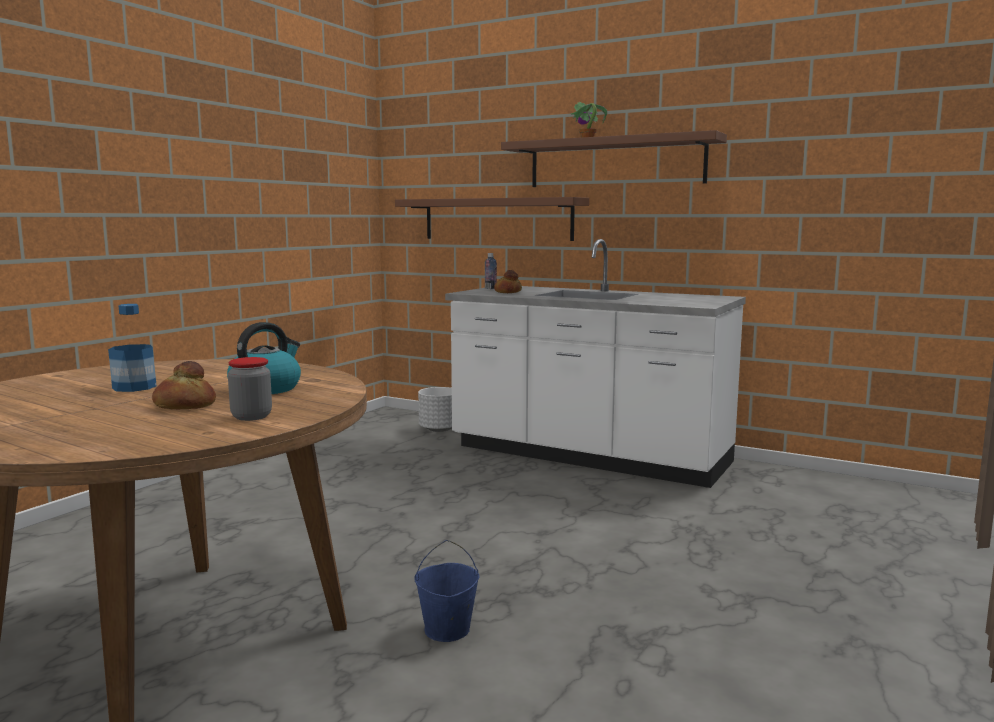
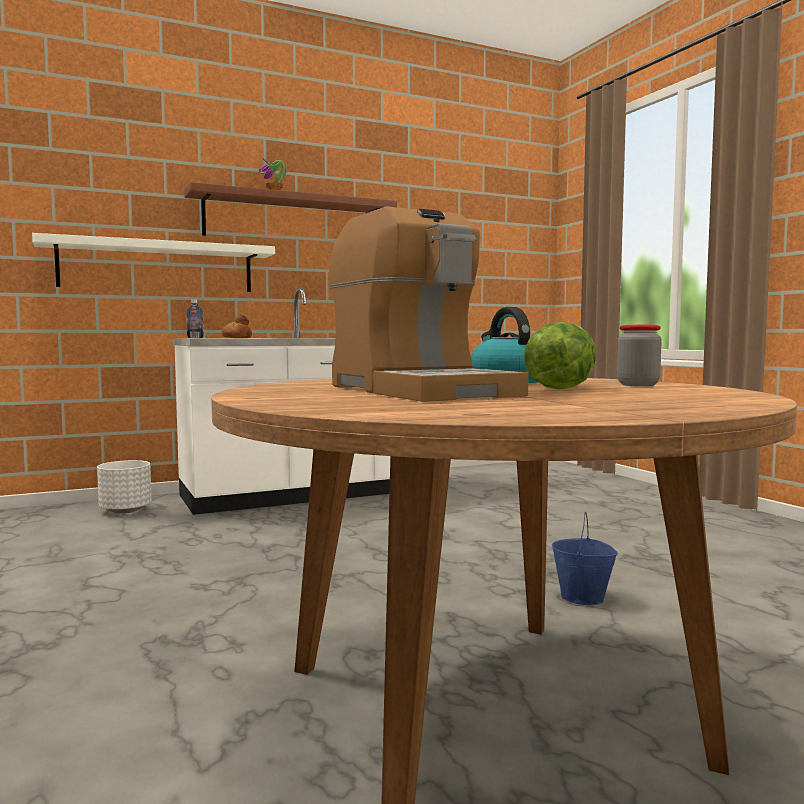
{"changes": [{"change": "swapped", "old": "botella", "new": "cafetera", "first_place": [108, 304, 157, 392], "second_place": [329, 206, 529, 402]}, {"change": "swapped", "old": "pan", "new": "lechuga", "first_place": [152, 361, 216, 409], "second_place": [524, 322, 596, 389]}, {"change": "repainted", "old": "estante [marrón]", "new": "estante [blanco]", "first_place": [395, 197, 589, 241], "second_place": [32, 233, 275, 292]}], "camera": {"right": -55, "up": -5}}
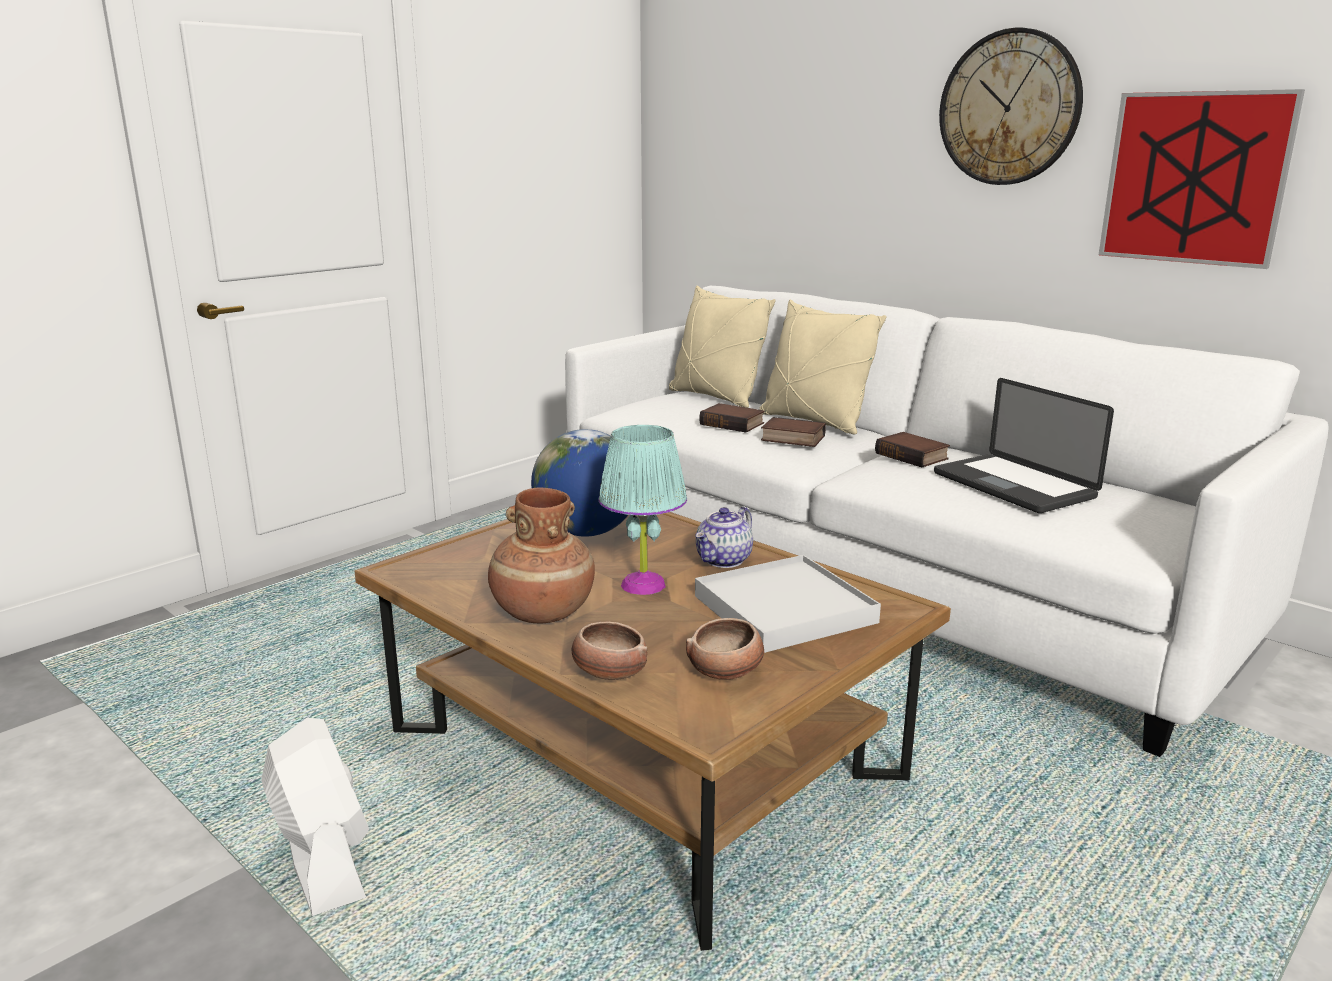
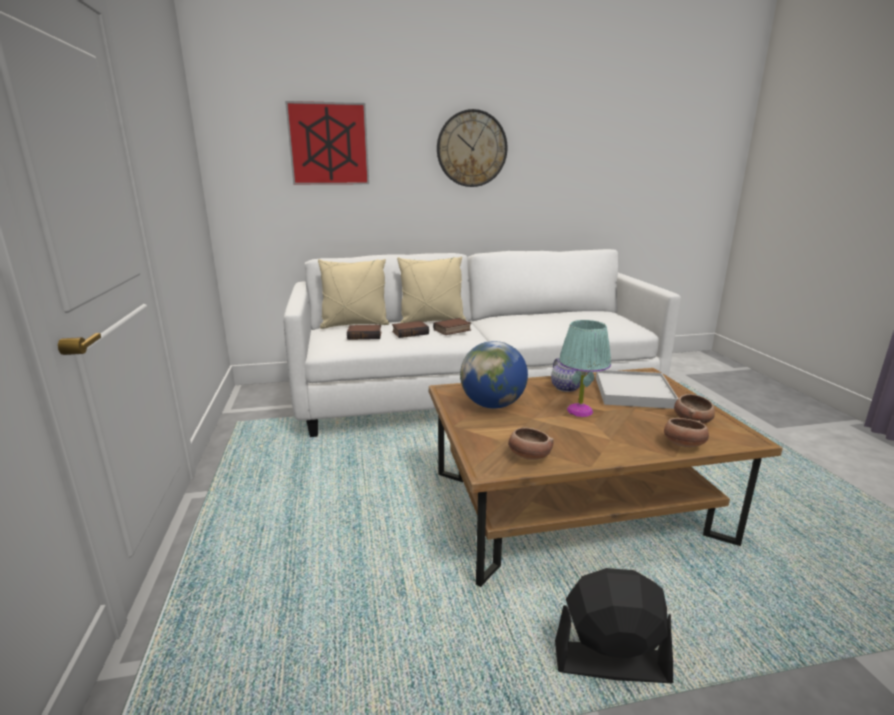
{"changes": [{"change": "gone", "old": "florero [marrón]", "first_place": [488, 488, 595, 623]}, {"change": "gone", "old": "portátil", "first_place": [934, 378, 1114, 513]}, {"change": "new", "new": "cuenco", "second_place": [508, 427, 554, 460]}, {"change": "shifted", "old": "libro", "first_place": [875, 432, 950, 467], "second_place": [347, 325, 381, 340]}, {"change": "shifted", "old": "cuadro", "first_place": [1099, 89, 1305, 269], "second_place": [285, 101, 369, 185]}, {"change": "repainted", "old": "ventilador [blanco]", "new": "ventilador [negro]", "first_place": [261, 717, 369, 916], "second_place": [555, 568, 673, 683]}], "camera": {"right": -55, "up": 0}}
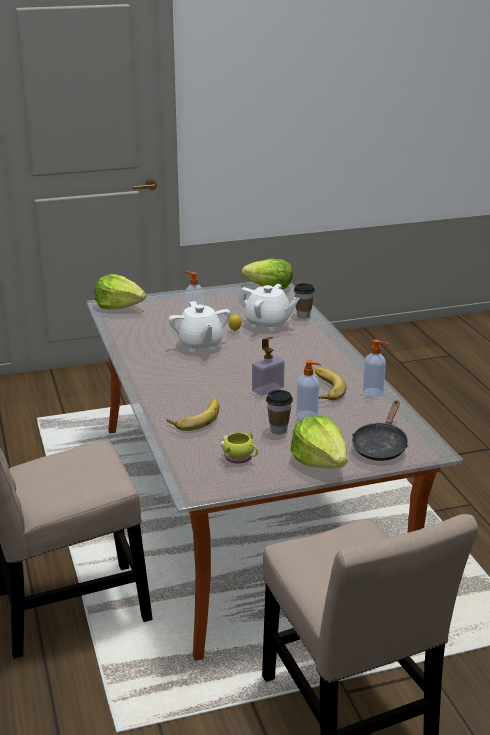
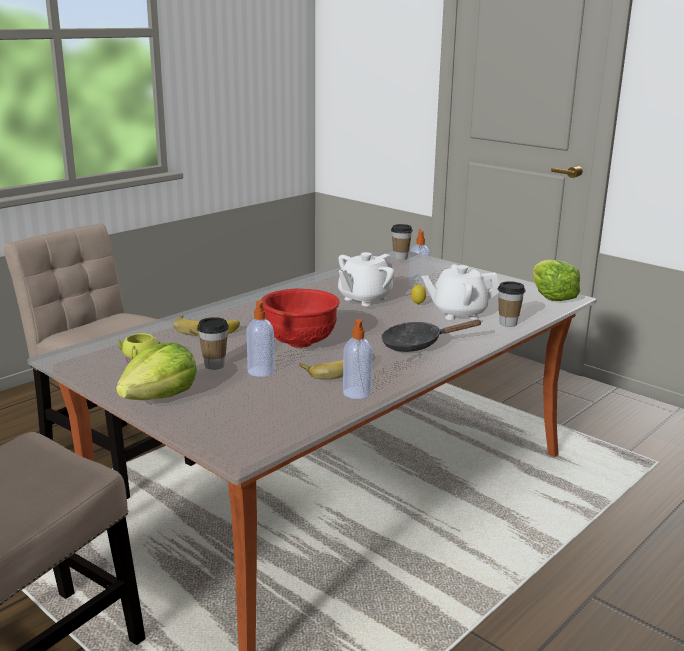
{"changes": [{"change": "shifted", "old": "sartén [negro]", "first_place": [352, 400, 408, 461], "second_place": [381, 320, 482, 352]}, {"change": "swapped", "old": "lechuga", "new": "taza", "first_place": [95, 274, 146, 310], "second_place": [391, 224, 413, 260]}, {"change": "swapped", "old": "dispensador de jabón", "new": "cuenco [rojo]", "first_place": [252, 337, 285, 396], "second_place": [261, 289, 340, 348]}, {"change": "rotated", "old": "tetera [blanco]", "first_place": [238, 284, 299, 331], "second_place": [422, 264, 499, 320], "degrees": 90}], "camera": {"right": 60, "up": -5}}
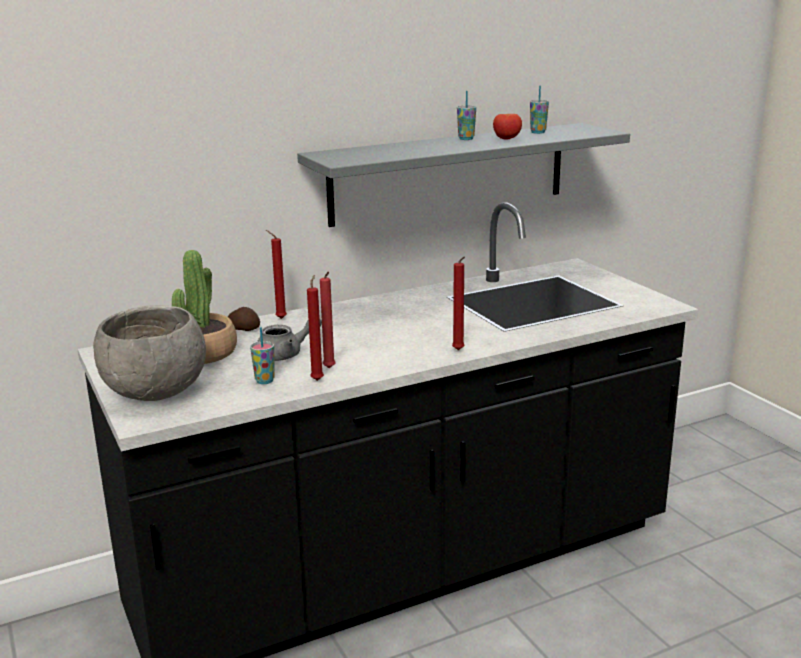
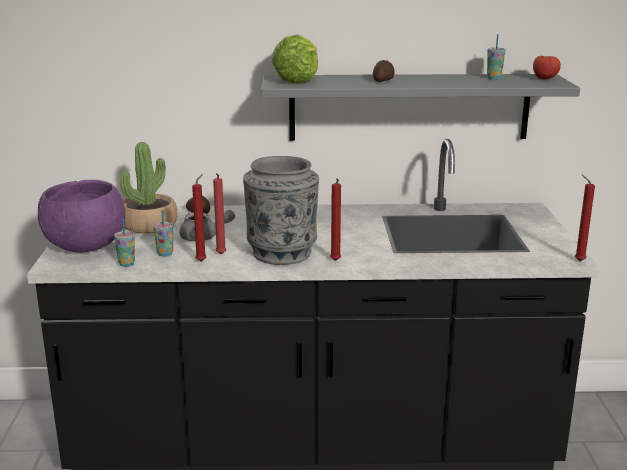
{"changes": [{"change": "new", "new": "florero [gris]", "second_place": [243, 156, 319, 265]}, {"change": "new", "new": "lechuga", "second_place": [272, 34, 318, 83]}, {"change": "new", "new": "patata", "second_place": [373, 60, 395, 82]}, {"change": "shifted", "old": "vela [rojo]", "first_place": [266, 230, 287, 319], "second_place": [575, 175, 595, 261]}, {"change": "shifted", "old": "taza", "first_place": [457, 91, 476, 140], "second_place": [114, 219, 135, 267]}, {"change": "shifted", "old": "tomate", "first_place": [493, 114, 522, 140], "second_place": [533, 56, 561, 80]}, {"change": "repainted", "old": "cuenco [gris]", "new": "cuenco [morado]", "first_place": [93, 305, 206, 401], "second_place": [38, 180, 125, 253]}], "camera": {"right": 25, "up": 0}}
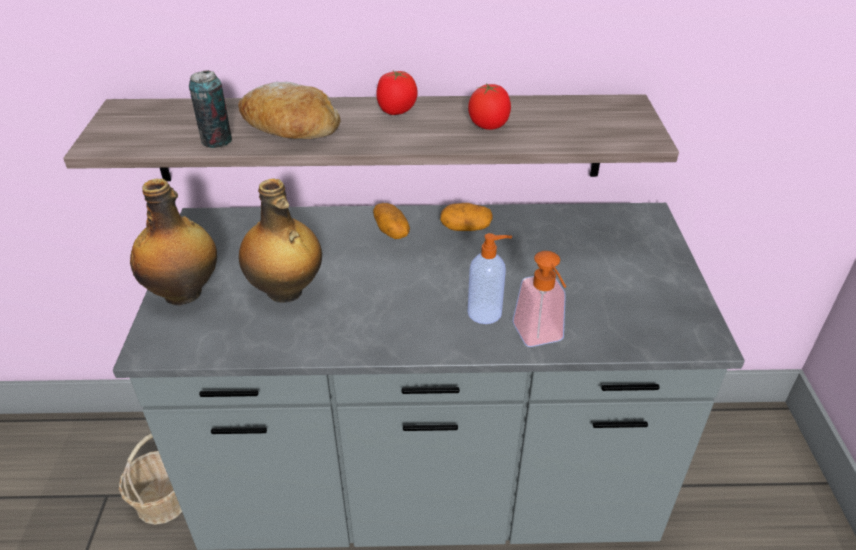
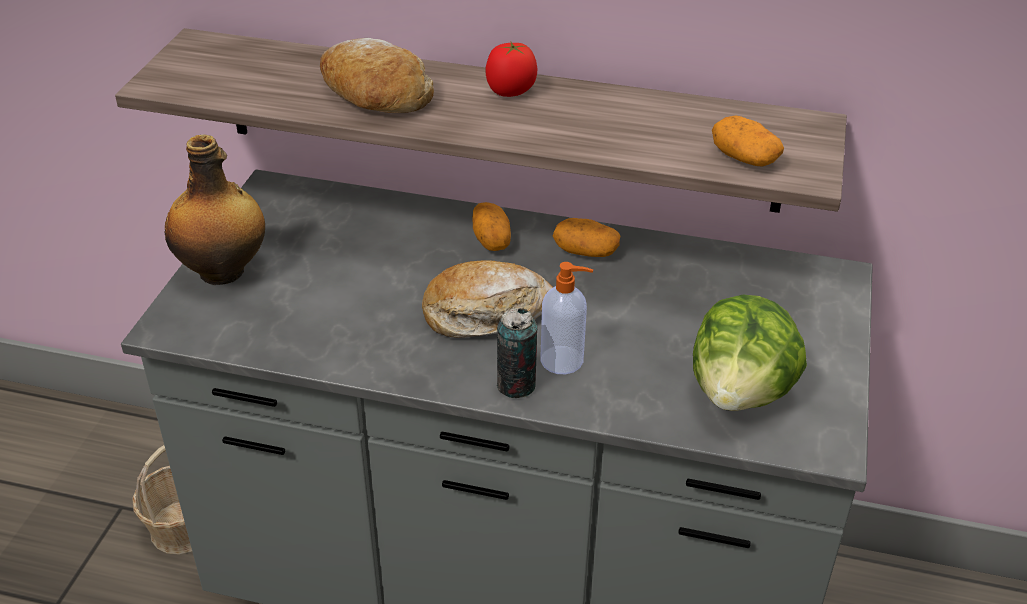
{"changes": [{"change": "gone", "old": "botella", "first_place": [239, 178, 322, 303]}, {"change": "gone", "old": "tomate", "first_place": [468, 83, 511, 130]}, {"change": "gone", "old": "dispensador de jabón", "first_place": [513, 251, 566, 347]}, {"change": "new", "new": "pan", "second_place": [422, 260, 553, 338]}, {"change": "new", "new": "lechuga", "second_place": [693, 294, 807, 411]}, {"change": "new", "new": "patata", "second_place": [712, 115, 784, 167]}, {"change": "shifted", "old": "lata", "first_place": [189, 70, 232, 148], "second_place": [497, 308, 537, 398]}], "camera": {"right": 15, "up": 0}}
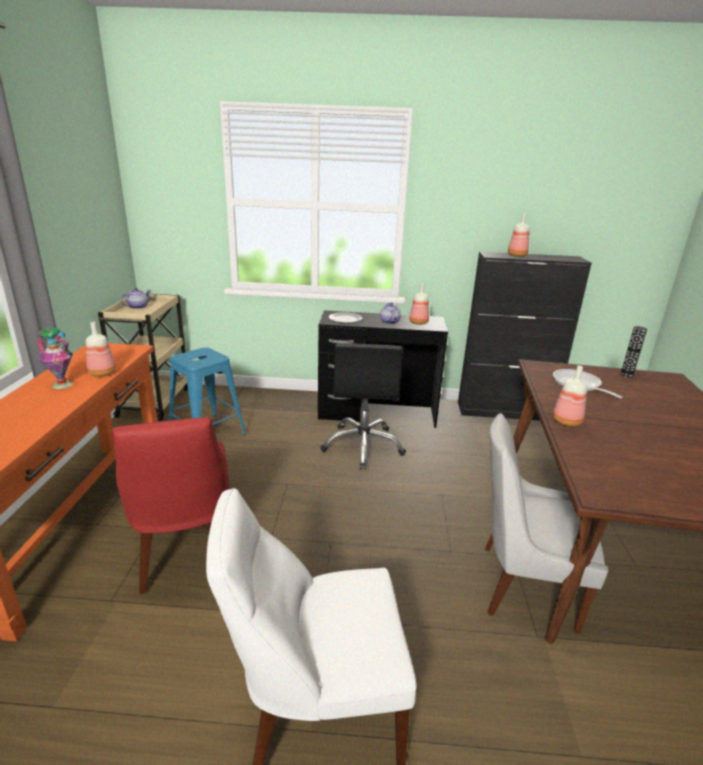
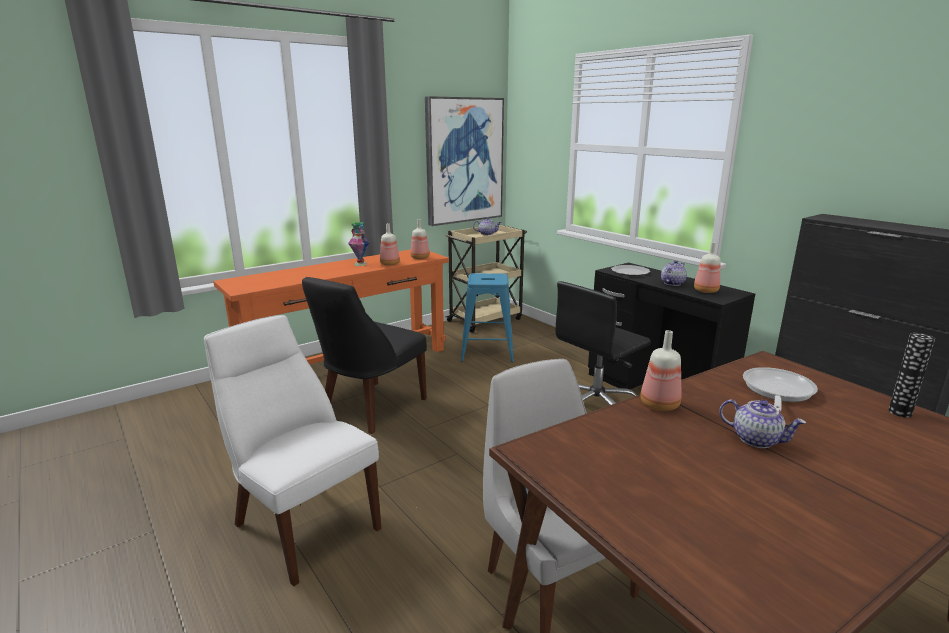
{"changes": [{"change": "new", "new": "cuadro", "second_place": [425, 96, 504, 226]}, {"change": "new", "new": "tetera", "second_place": [719, 399, 806, 448]}, {"change": "shifted", "old": "botella", "first_place": [508, 213, 530, 257], "second_place": [411, 219, 430, 259]}, {"change": "repainted", "old": "silla [rojo]", "new": "silla [negro]", "first_place": [112, 417, 230, 594], "second_place": [302, 277, 427, 434]}], "camera": {"right": 50, "up": -5}}
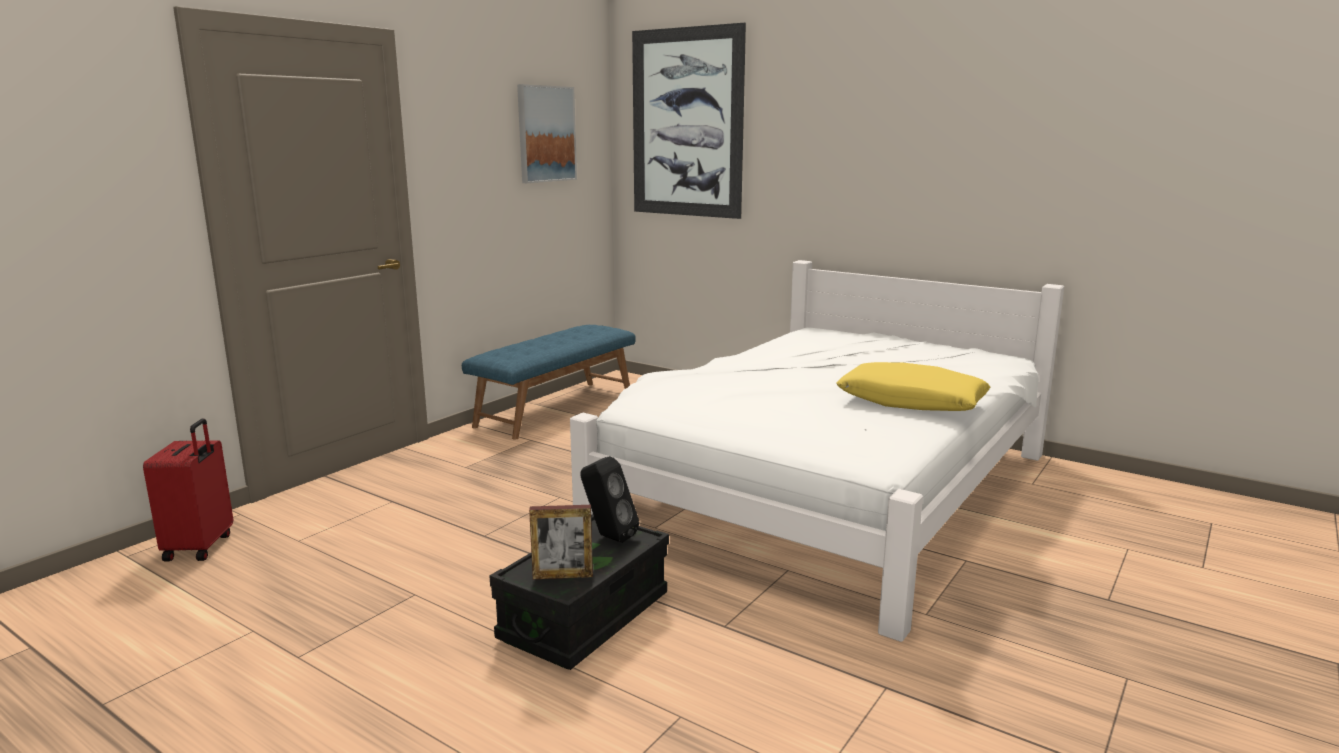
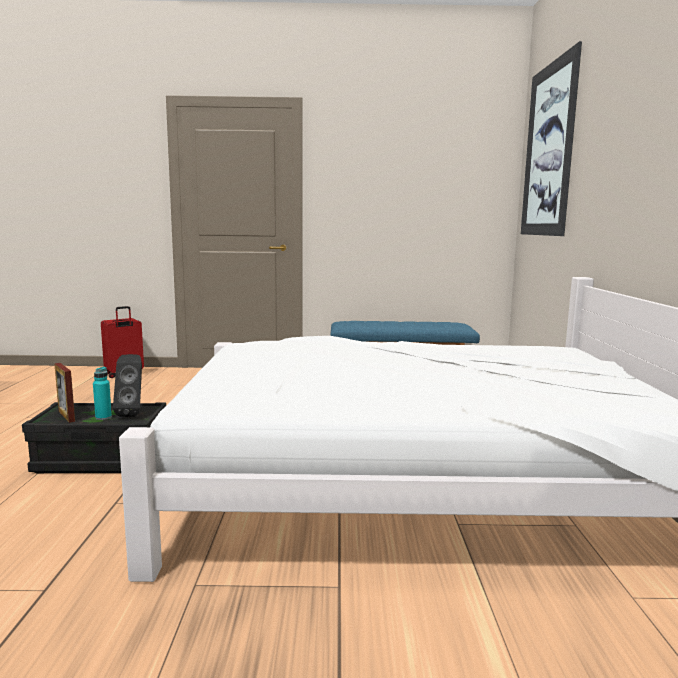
{"changes": [{"change": "gone", "old": "cuadro", "first_place": [517, 84, 577, 183]}, {"change": "gone", "old": "cojín [amarillo]", "first_place": [836, 362, 990, 411]}, {"change": "new", "new": "botella [turquesa]", "second_place": [93, 367, 112, 420]}], "camera": {"right": 55, "up": -5}}
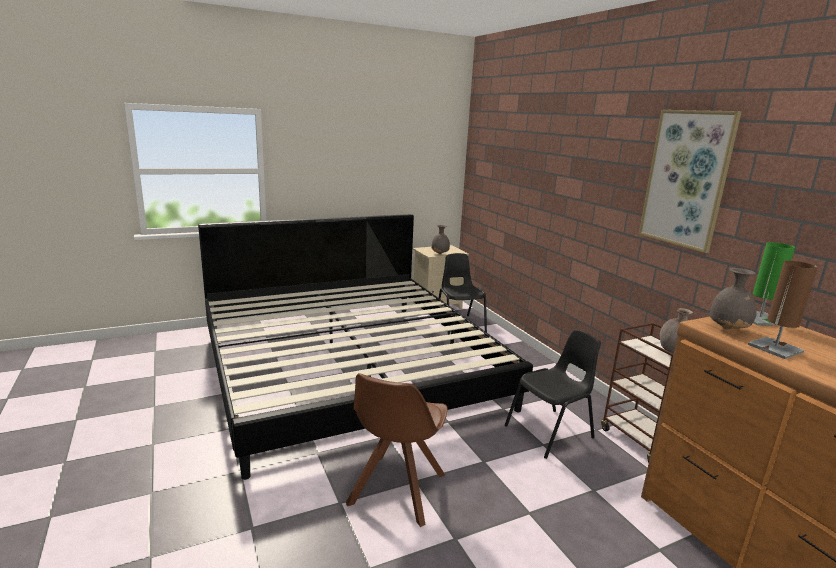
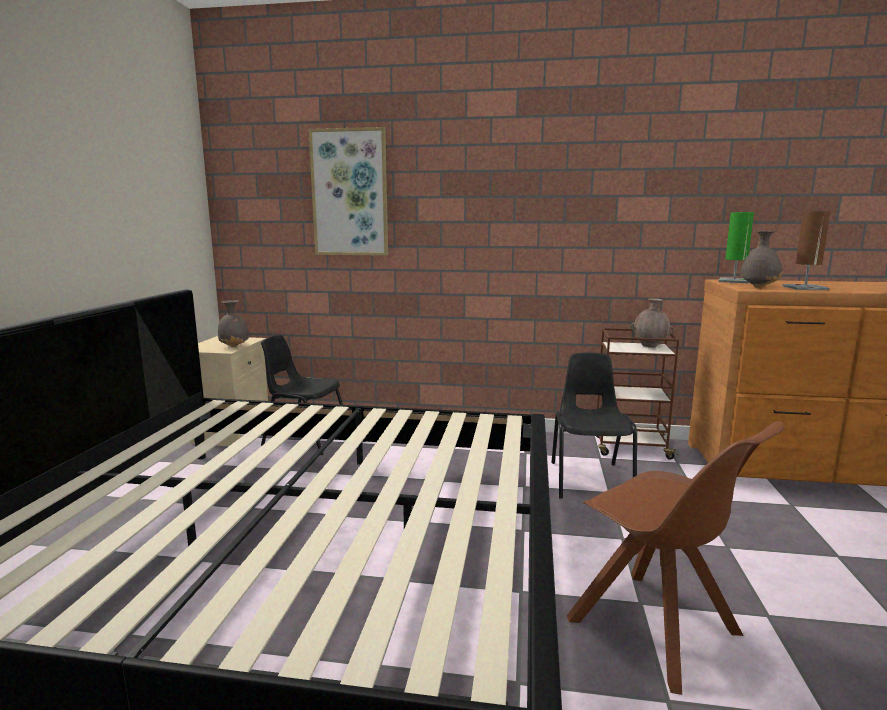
{"changes": [{"change": "shifted", "old": "cuadro", "first_place": [639, 110, 742, 253], "second_place": [308, 127, 388, 256]}], "camera": {"right": -55, "up": -5}}
